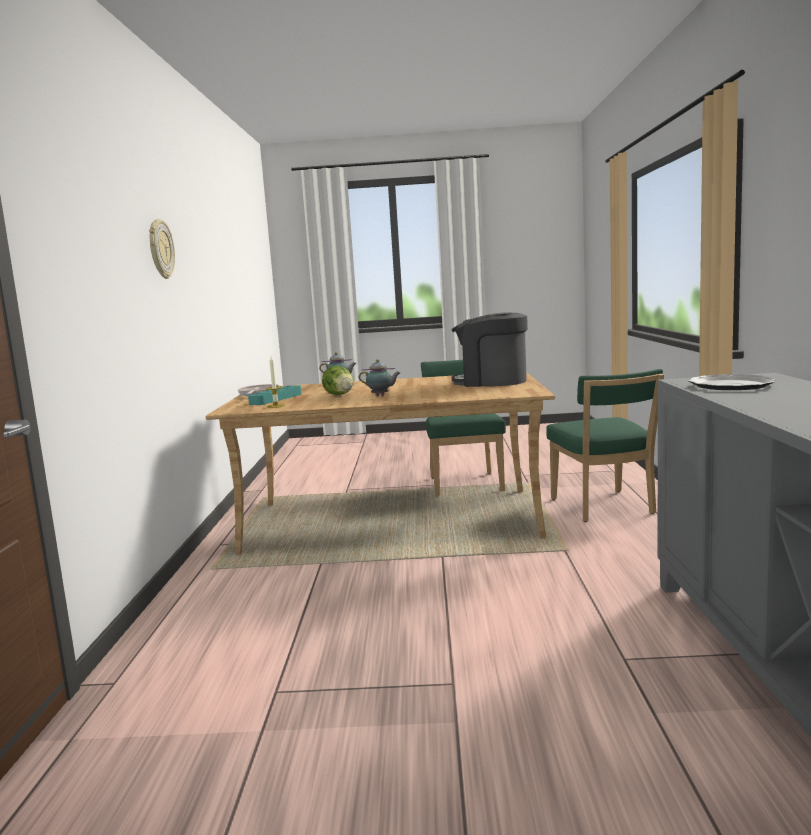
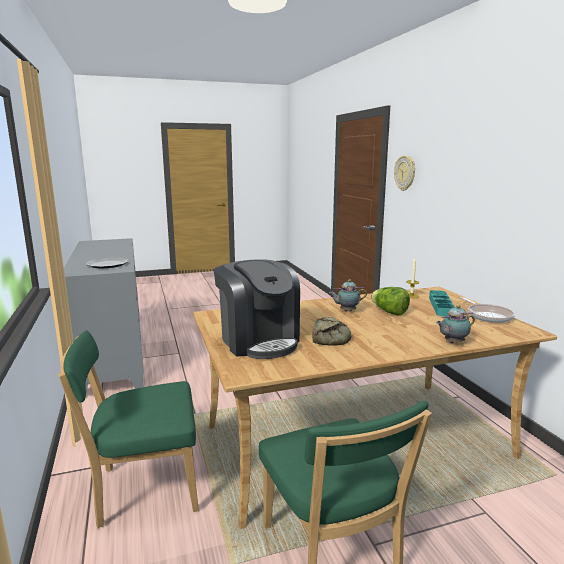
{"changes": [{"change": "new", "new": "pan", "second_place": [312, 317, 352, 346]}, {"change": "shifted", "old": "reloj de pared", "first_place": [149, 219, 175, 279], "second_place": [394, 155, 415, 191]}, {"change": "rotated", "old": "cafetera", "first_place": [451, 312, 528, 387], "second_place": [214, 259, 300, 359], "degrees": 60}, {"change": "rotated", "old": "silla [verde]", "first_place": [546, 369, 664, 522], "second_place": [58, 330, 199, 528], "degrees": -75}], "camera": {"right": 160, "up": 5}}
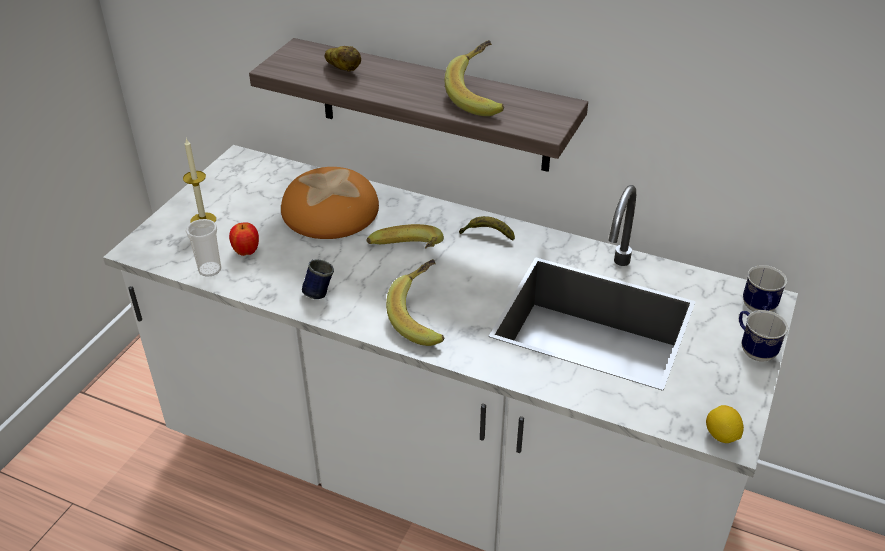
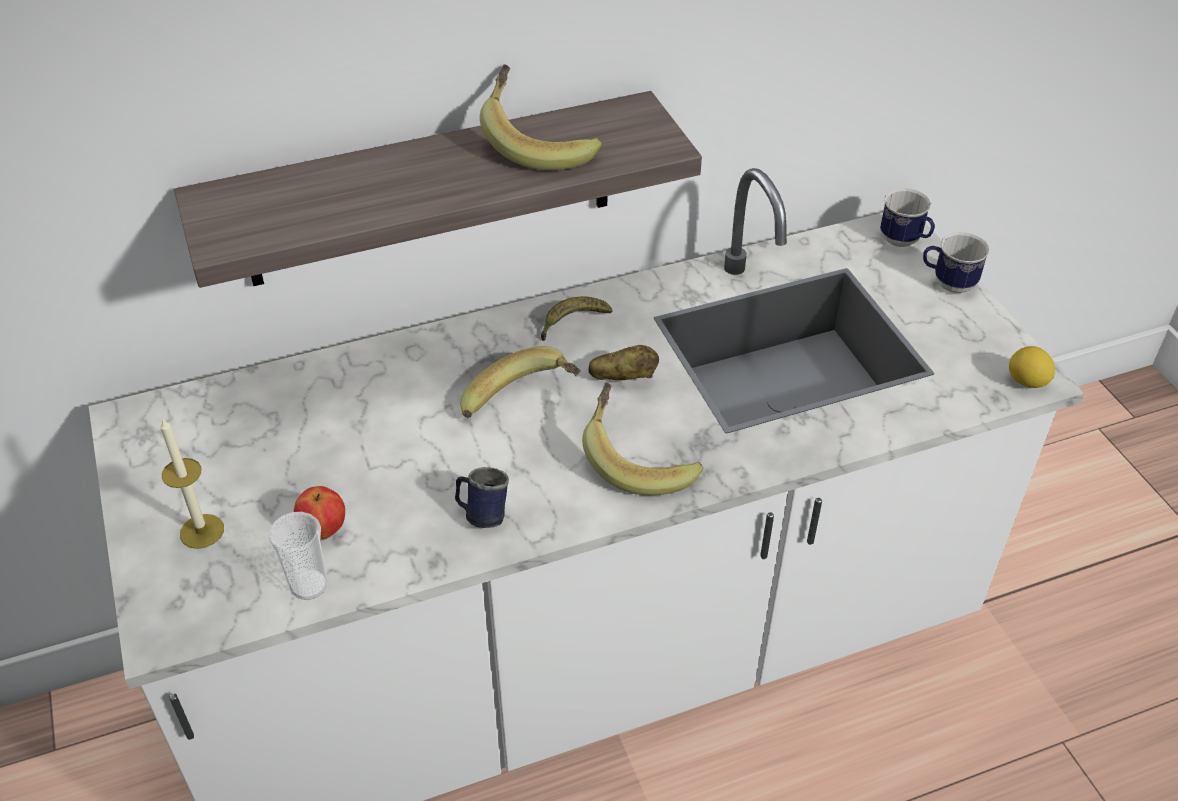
{"changes": [{"change": "gone", "old": "pan", "first_place": [281, 167, 379, 239]}, {"change": "shifted", "old": "patata", "first_place": [324, 46, 361, 72], "second_place": [588, 345, 659, 380]}], "camera": {"right": -45, "up": 5}}
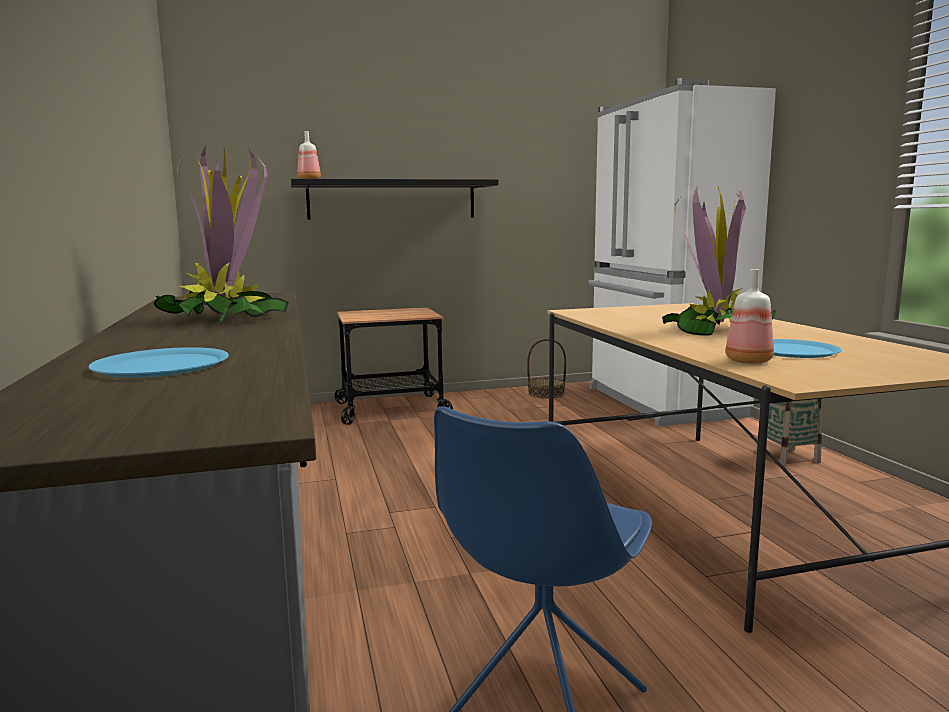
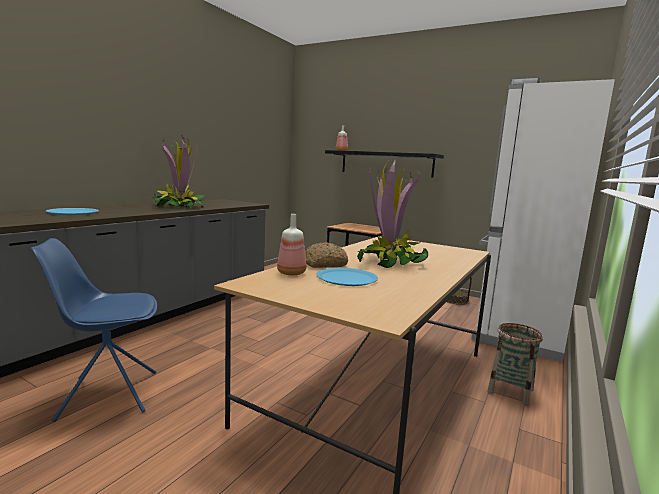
{"changes": [{"change": "new", "new": "pan", "second_place": [305, 242, 348, 268]}], "camera": {"right": 45, "up": 0}}
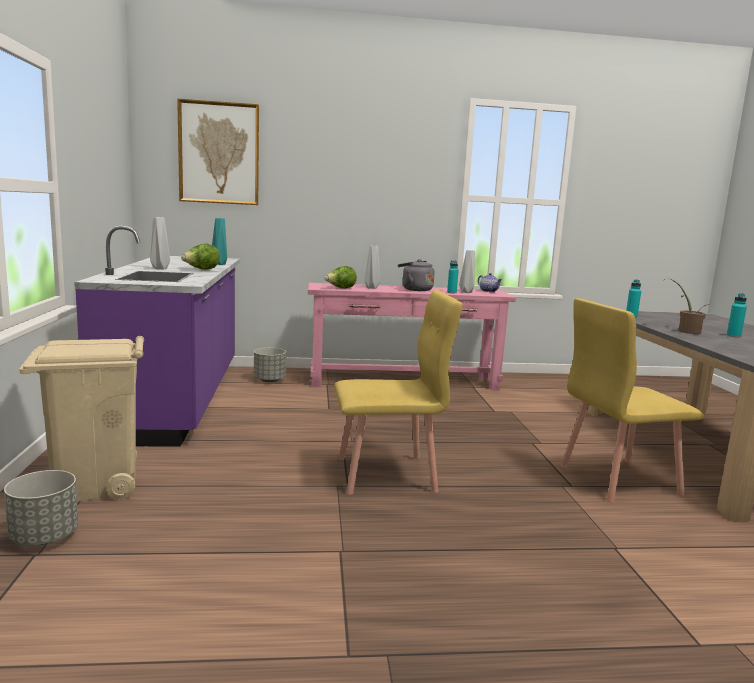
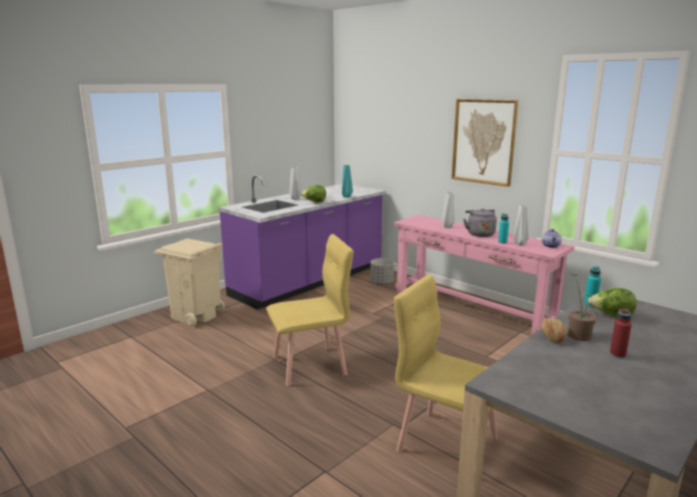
{"changes": [{"change": "gone", "old": "maceta [gris]", "first_place": [4, 470, 78, 546]}, {"change": "new", "new": "pan", "second_place": [541, 318, 567, 343]}, {"change": "shifted", "old": "cuadro", "first_place": [177, 99, 259, 205], "second_place": [452, 99, 518, 187]}, {"change": "shifted", "old": "lechuga", "first_place": [325, 266, 357, 289], "second_place": [588, 288, 637, 317]}, {"change": "repainted", "old": "botella [turquesa]", "new": "botella [rojo]", "first_place": [727, 293, 747, 337], "second_place": [610, 309, 632, 359]}, {"change": "rotated", "old": "silla [amarillo]", "first_place": [334, 290, 462, 495], "second_place": [266, 234, 353, 386], "degrees": -60}], "camera": {"right": 50, "up": 5}}
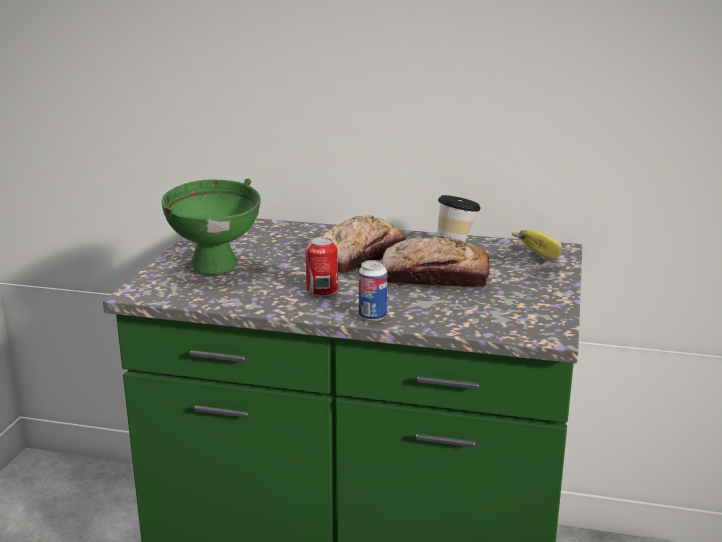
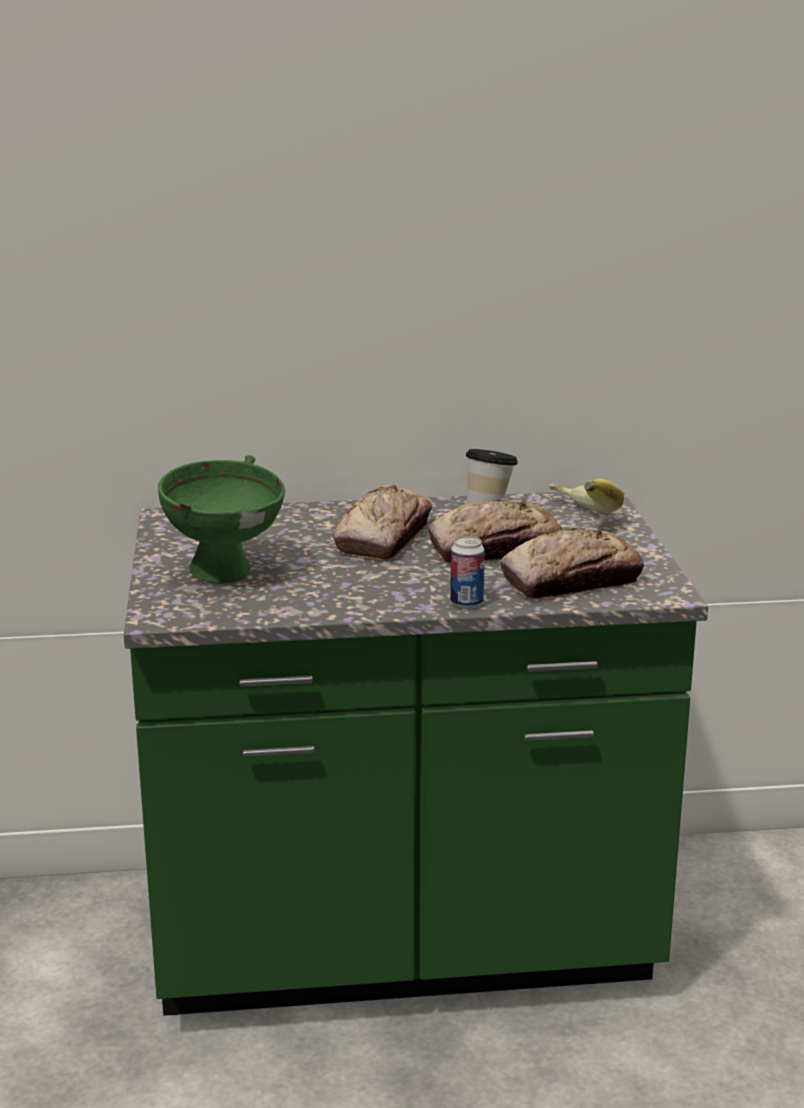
{"changes": [{"change": "gone", "old": "lata", "first_place": [306, 237, 338, 296]}, {"change": "new", "new": "pan", "second_place": [500, 527, 644, 599]}], "camera": {"right": -20, "up": 0}}
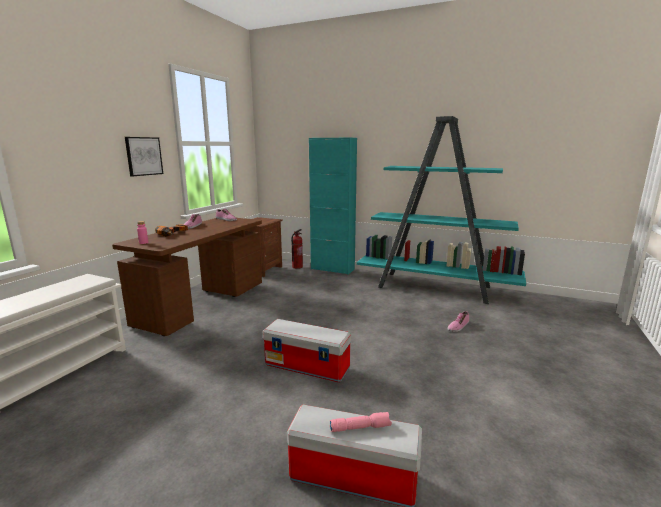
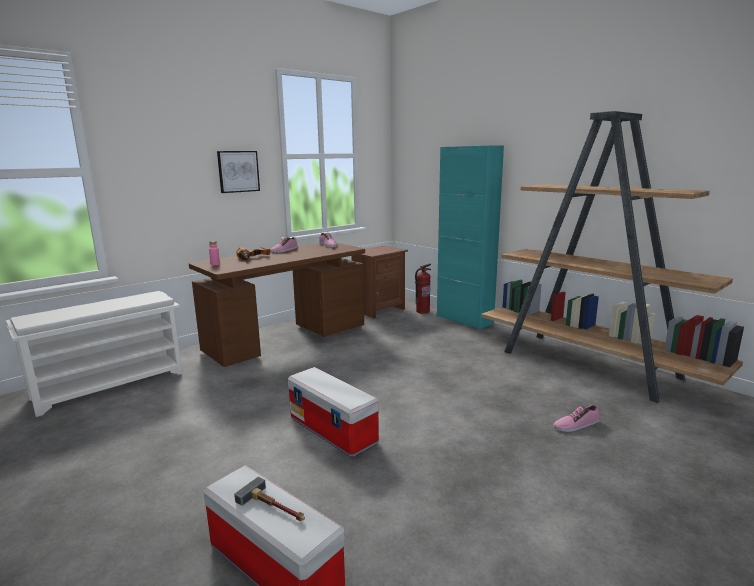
{"changes": [{"change": "swapped", "old": "linterna [rosa]", "new": "martillo", "first_place": [330, 412, 392, 432], "second_place": [234, 477, 305, 521]}, {"change": "repainted", "old": "estantería [turquesa]", "new": "estantería [marrón]", "first_place": [357, 116, 526, 304], "second_place": [481, 111, 744, 403]}], "camera": {"right": 25, "up": 0}}
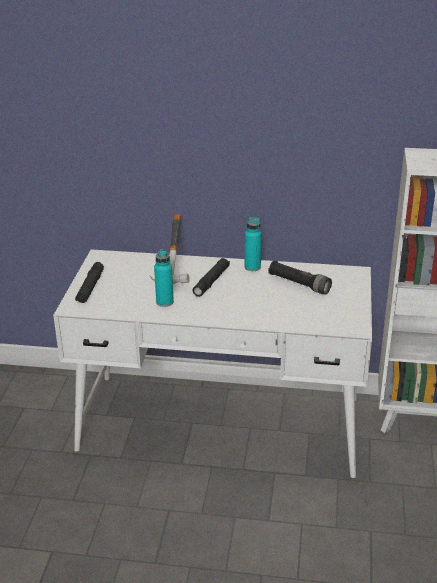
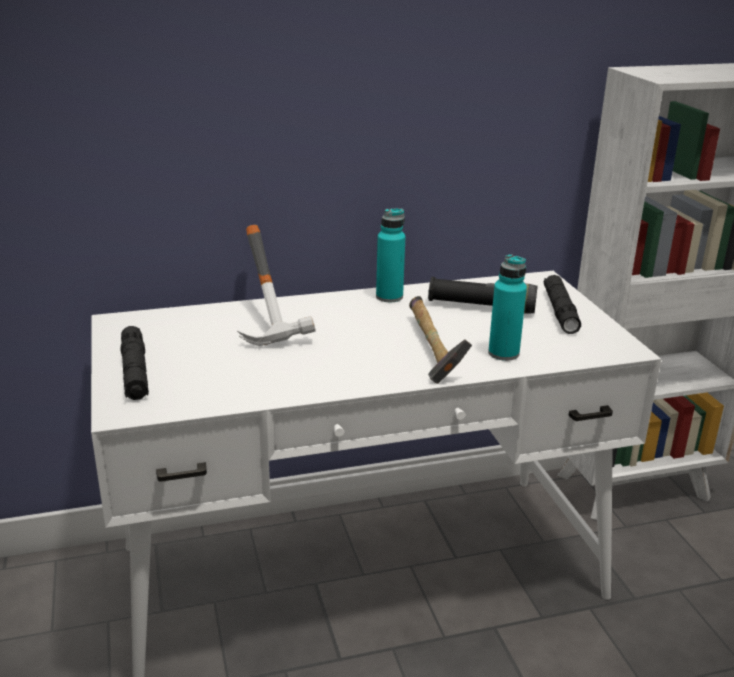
{"changes": [{"change": "new", "new": "martillo", "second_place": [409, 296, 472, 384]}, {"change": "shifted", "old": "botella [turquesa]", "first_place": [154, 249, 174, 307], "second_place": [488, 254, 527, 361]}, {"change": "shifted", "old": "linterna [negro]", "first_place": [192, 258, 230, 297], "second_place": [544, 275, 581, 334]}], "camera": {"right": -25, "up": -5}}
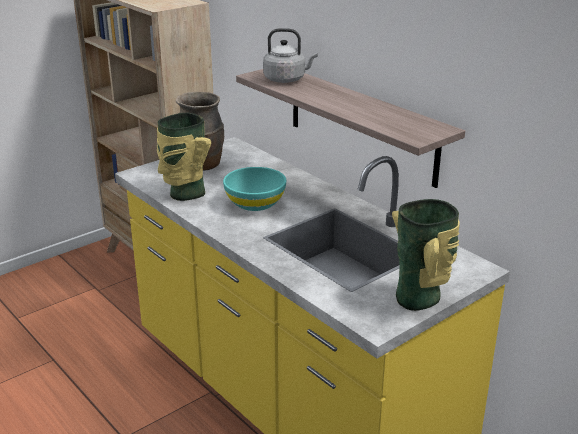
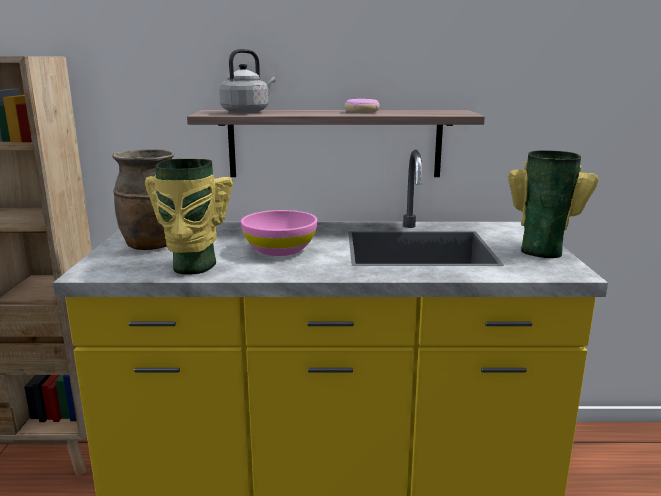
{"changes": [{"change": "new", "new": "rosquilla", "second_place": [345, 99, 380, 113]}, {"change": "repainted", "old": "cuenco [turquesa]", "new": "cuenco [rosa]", "first_place": [223, 167, 286, 211], "second_place": [241, 210, 317, 256]}], "camera": {"right": -50, "up": -10}}
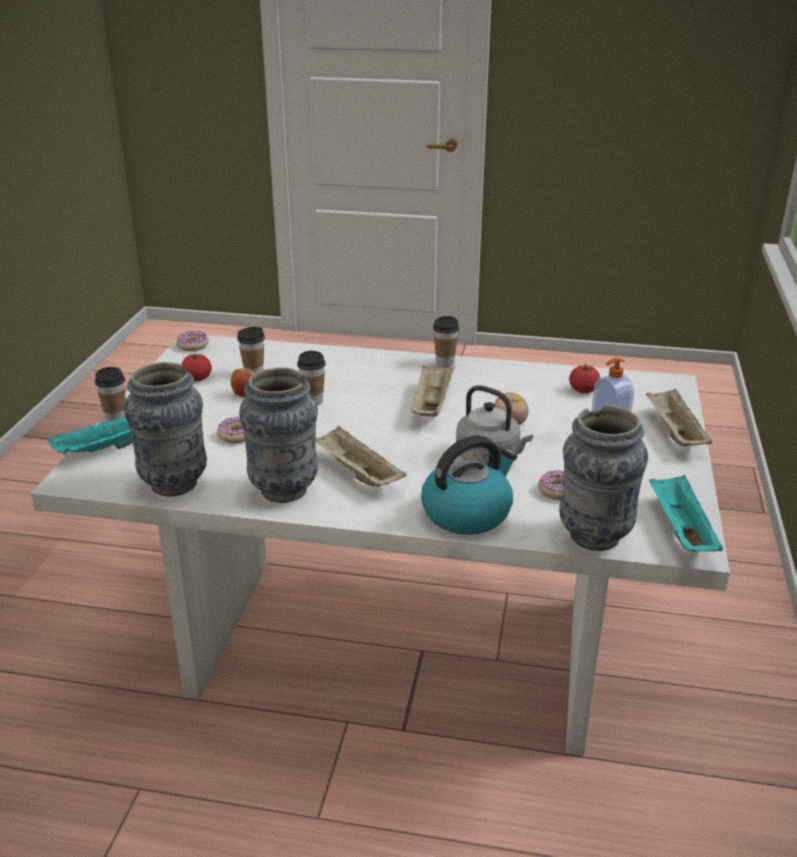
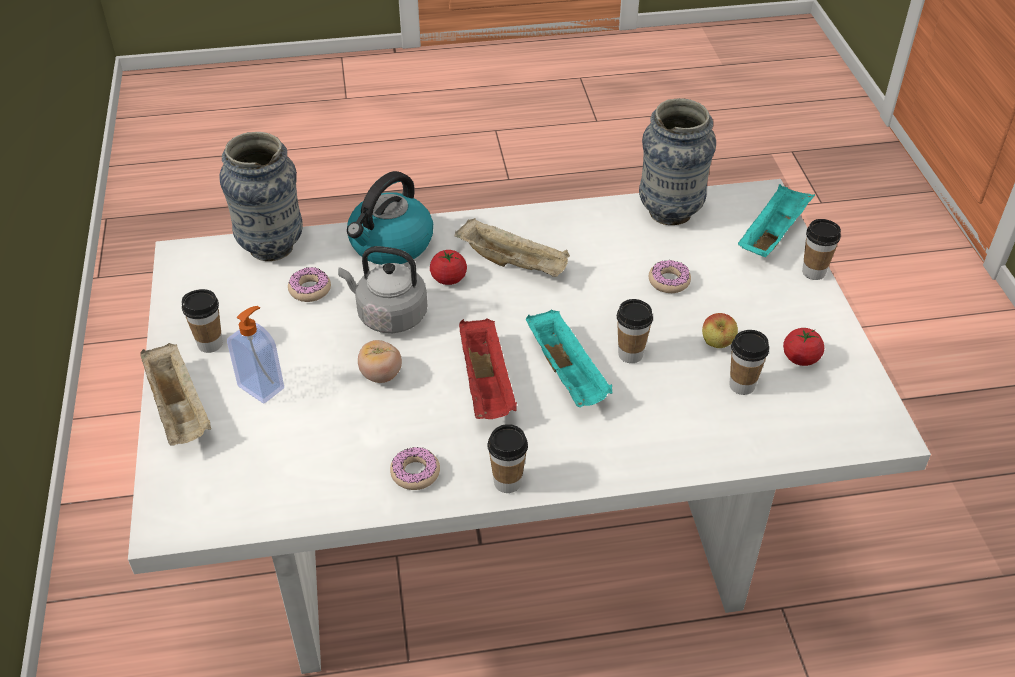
{"changes": [{"change": "gone", "old": "florero", "first_place": [239, 367, 318, 503]}, {"change": "new", "new": "taza", "second_place": [182, 289, 223, 353]}, {"change": "shifted", "old": "rosquilla", "first_place": [176, 331, 209, 351], "second_place": [390, 447, 440, 490]}, {"change": "shifted", "old": "tomate", "first_place": [569, 363, 600, 393], "second_place": [430, 250, 467, 285]}, {"change": "shifted", "old": "bandeja [turquesa]", "first_place": [649, 475, 723, 552], "second_place": [526, 310, 612, 407]}, {"change": "repainted", "old": "bandeja [beis]", "new": "bandeja [rojo]", "first_place": [410, 365, 455, 417], "second_place": [459, 318, 517, 419]}], "camera": {"right": 160, "up": 15}}
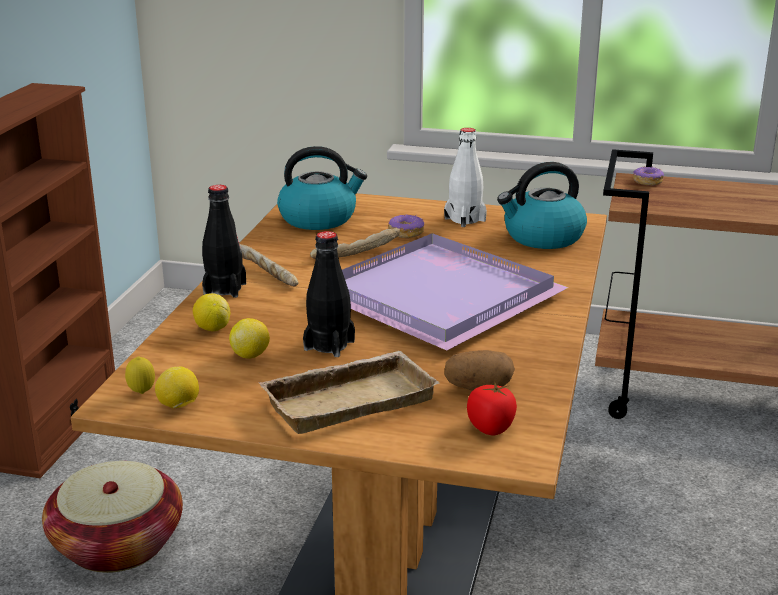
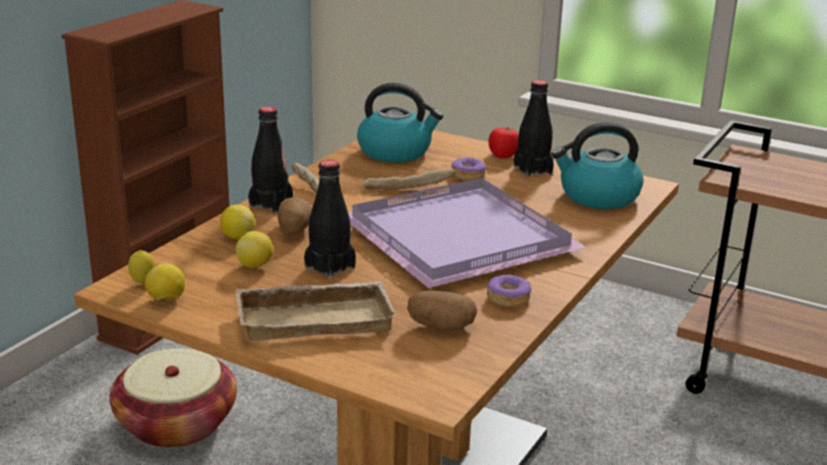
{"changes": [{"change": "new", "new": "patata", "second_place": [277, 197, 312, 236]}, {"change": "shifted", "old": "tomate", "first_place": [467, 382, 517, 435], "second_place": [488, 126, 519, 158]}, {"change": "shifted", "old": "rosquilla", "first_place": [633, 166, 664, 185], "second_place": [487, 274, 531, 307]}, {"change": "repainted", "old": "botella [blanco]", "new": "botella [negro]", "first_place": [444, 128, 487, 227], "second_place": [514, 80, 554, 177]}], "camera": {"right": 15, "up": 0}}
